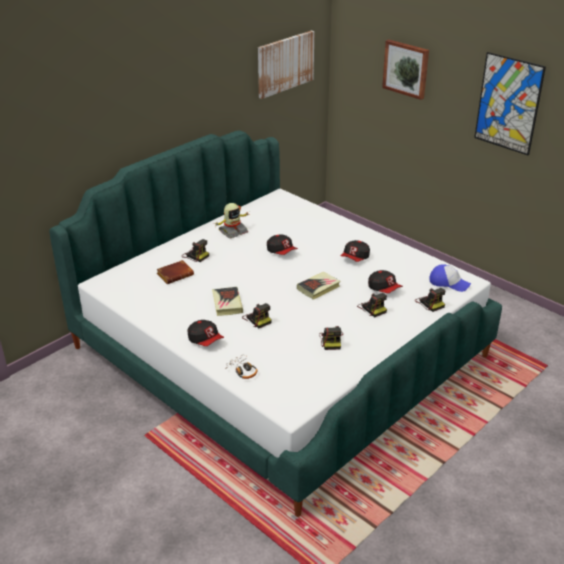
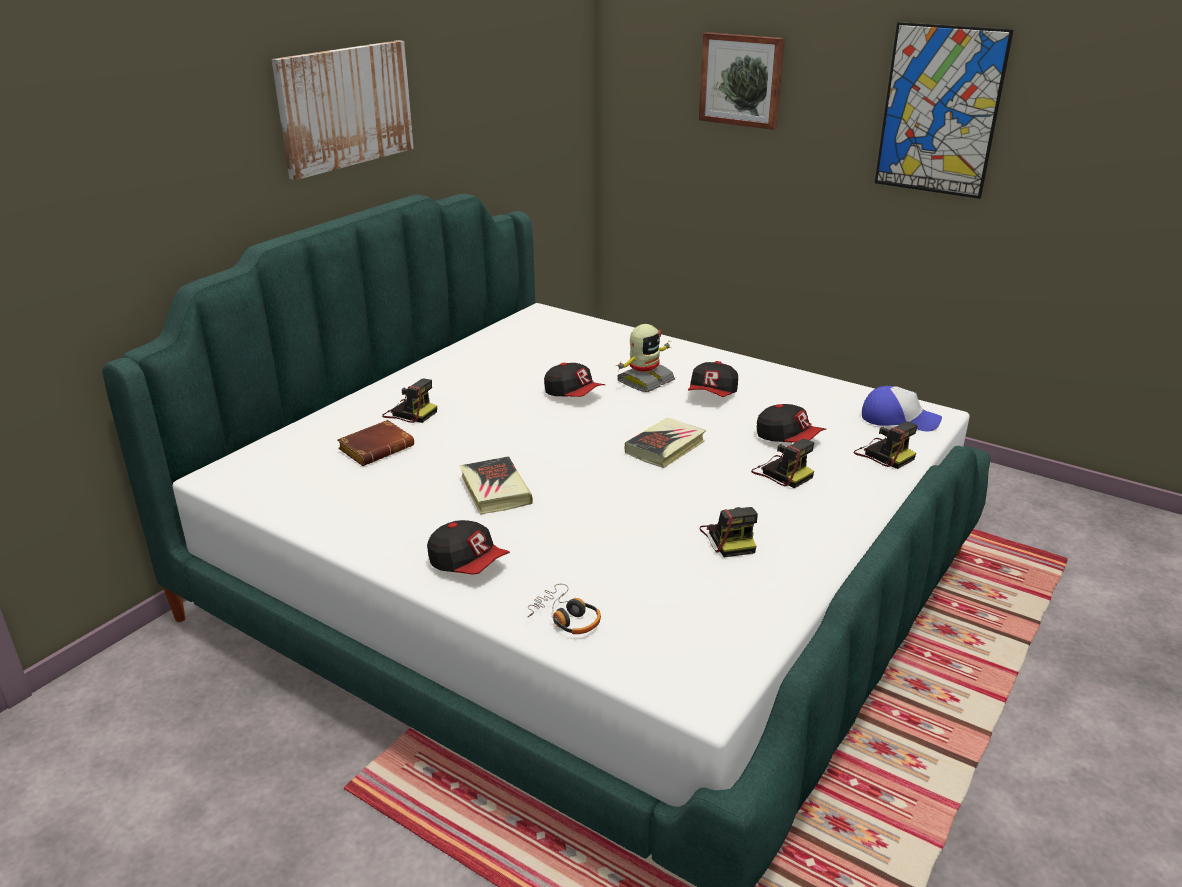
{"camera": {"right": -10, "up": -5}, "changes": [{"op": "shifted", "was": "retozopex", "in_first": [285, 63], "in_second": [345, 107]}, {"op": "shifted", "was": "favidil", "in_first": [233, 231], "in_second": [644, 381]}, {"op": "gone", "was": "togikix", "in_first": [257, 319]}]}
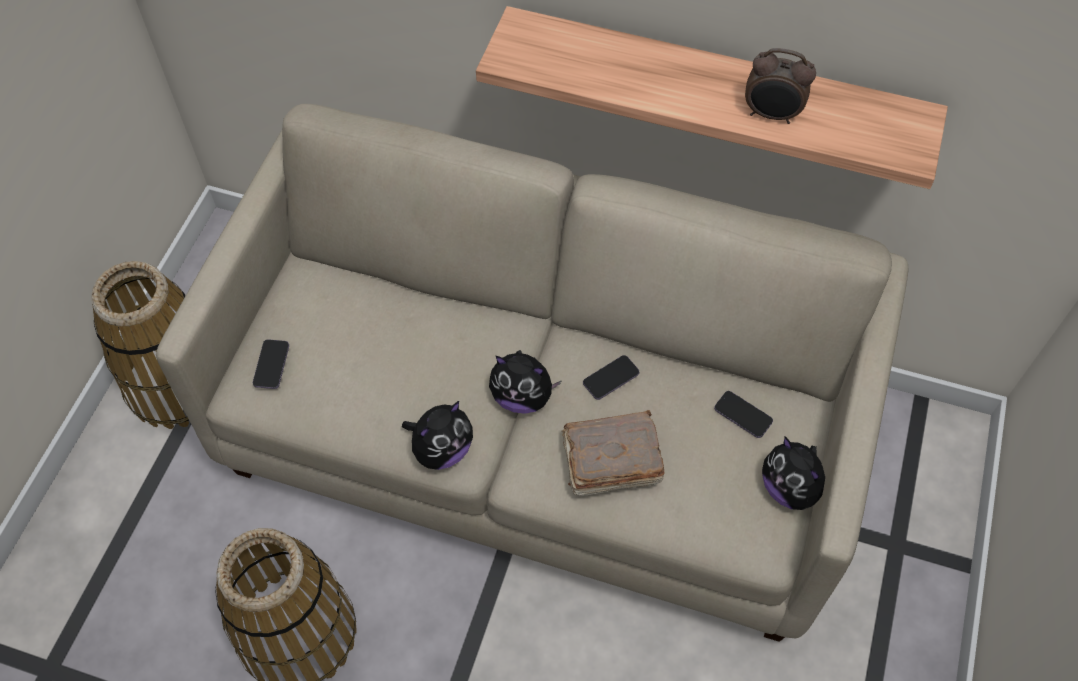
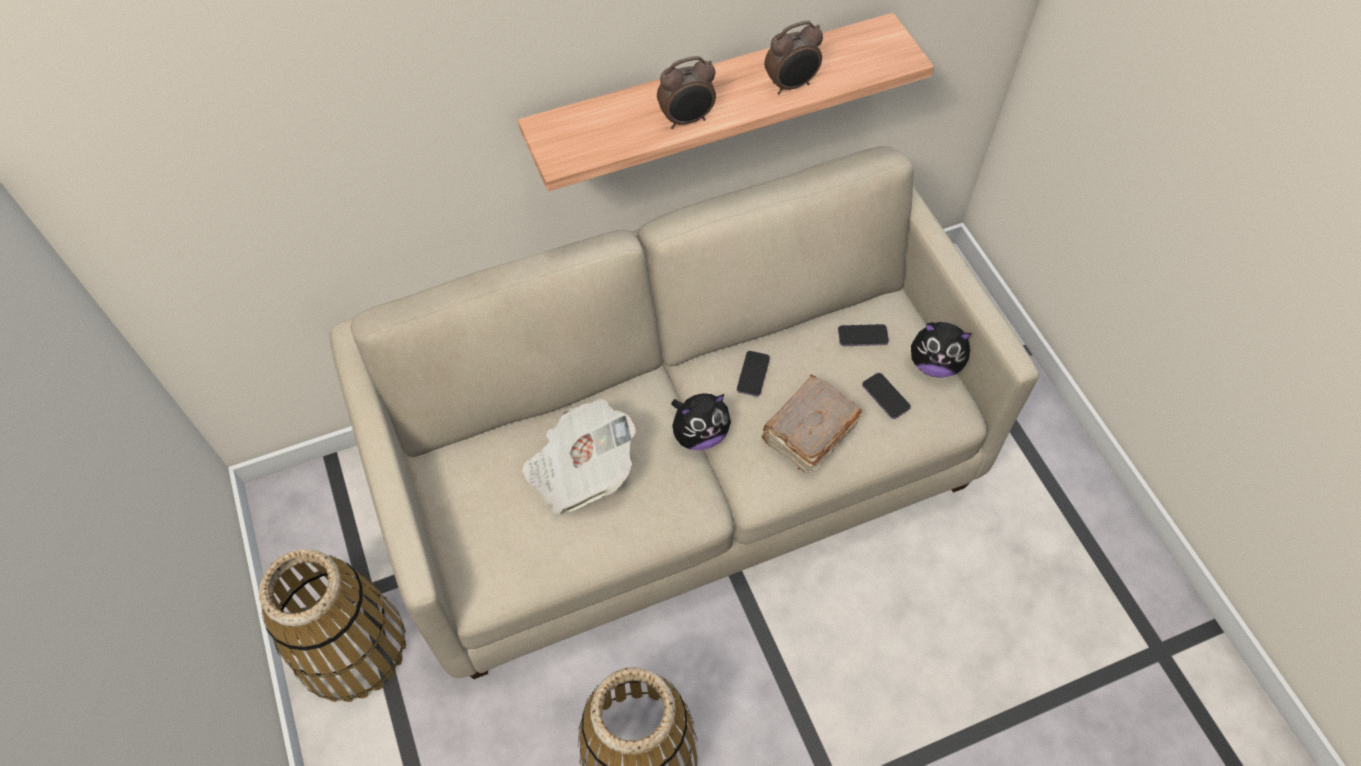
{"camera": {"right": -40, "up": 0}, "changes": [{"op": "new", "now": "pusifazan", "in_second": [580, 470]}, {"op": "new", "now": "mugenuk", "in_second": [687, 120]}, {"op": "shifted", "was": "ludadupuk", "in_first": [271, 365], "in_second": [885, 397]}, {"op": "gone", "was": "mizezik", "in_first": [441, 450]}]}
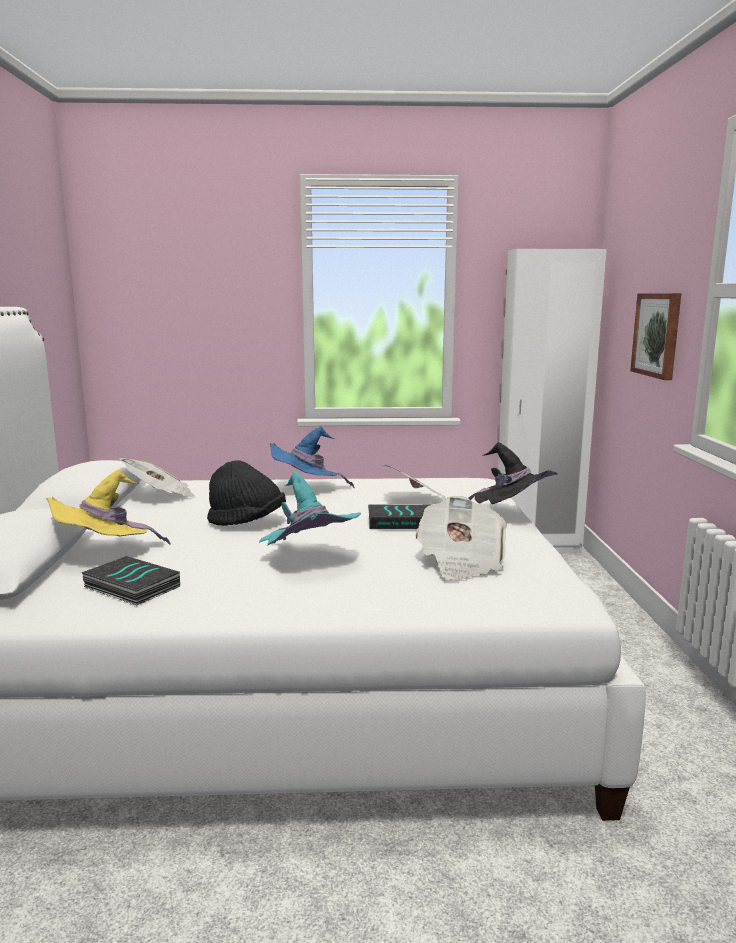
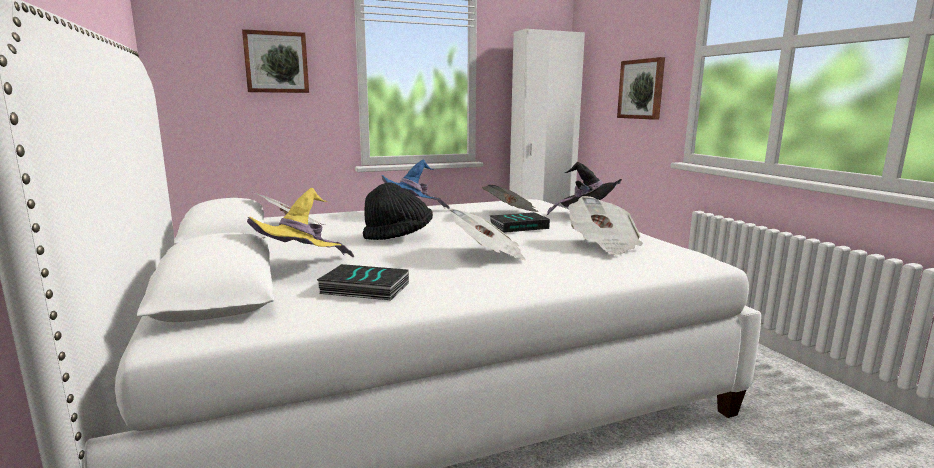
{"camera": {"right": -20, "up": 0}, "changes": [{"op": "new", "now": "retozopex", "in_second": [276, 62]}, {"op": "swapped", "was": "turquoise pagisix", "now": "pusifazan", "in_first": [308, 559], "in_second": [488, 254]}]}
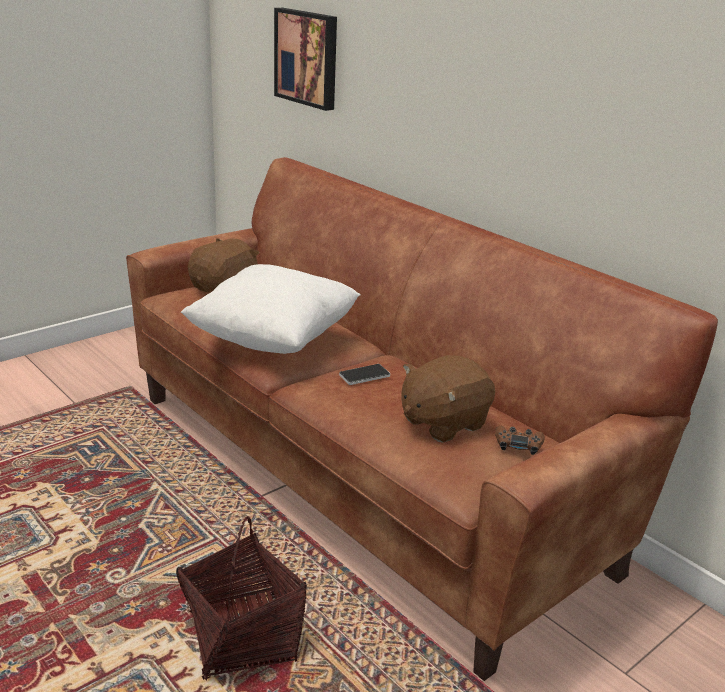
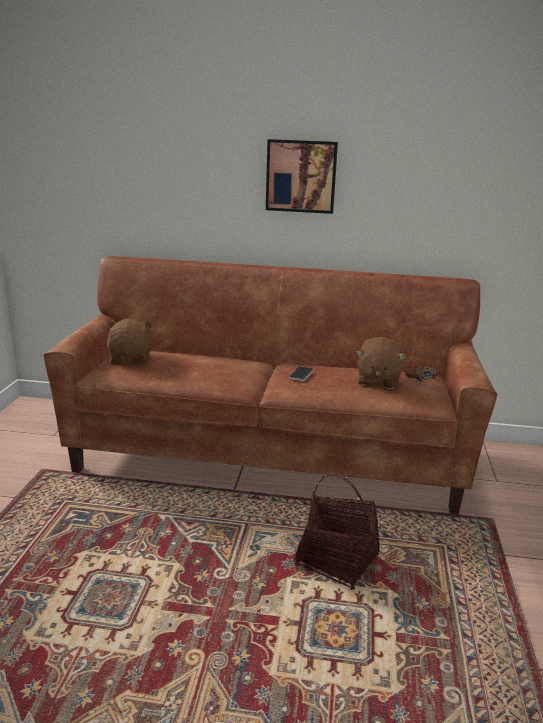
{"camera": {"right": -40, "up": -5}, "changes": [{"op": "shifted", "was": "retozopex", "in_first": [308, 58], "in_second": [301, 176]}, {"op": "gone", "was": "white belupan", "in_first": [273, 339]}]}
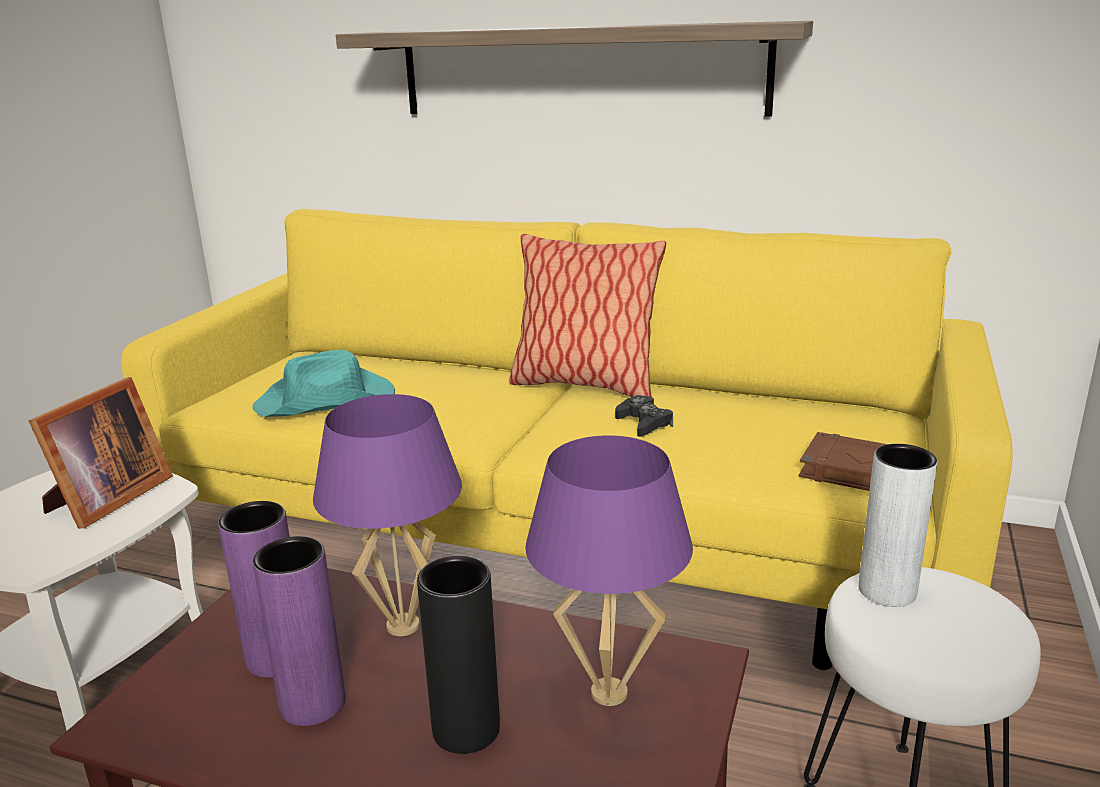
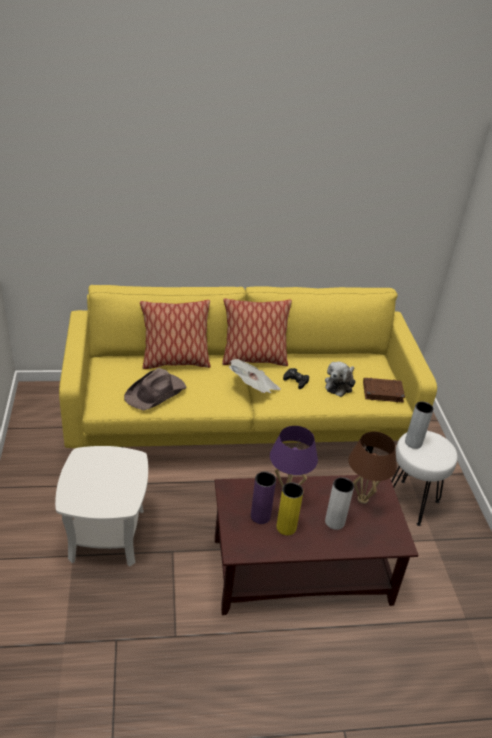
{"camera": {"right": -30, "up": 15}, "changes": [{"op": "repainted", "was": "turquoise pagisix", "now": "brown pagisix", "in_first": [327, 401], "in_second": [156, 393]}, {"op": "new", "now": "belupan", "in_second": [175, 362]}, {"op": "new", "now": "pusifazan", "in_second": [253, 388]}, {"op": "repainted", "was": "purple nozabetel", "now": "yellow nozabetel", "in_first": [313, 704], "in_second": [286, 527]}, {"op": "new", "now": "mizezik", "in_second": [339, 384]}, {"op": "repainted", "was": "black nozabetel", "now": "white nozabetel", "in_first": [466, 729], "in_second": [334, 522]}, {"op": "repainted", "was": "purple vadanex", "now": "brown vadanex", "in_first": [609, 693], "in_second": [363, 499]}, {"op": "gone", "was": "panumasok", "in_first": [106, 500]}, {"op": "gone", "was": "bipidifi", "in_first": [579, 71]}]}
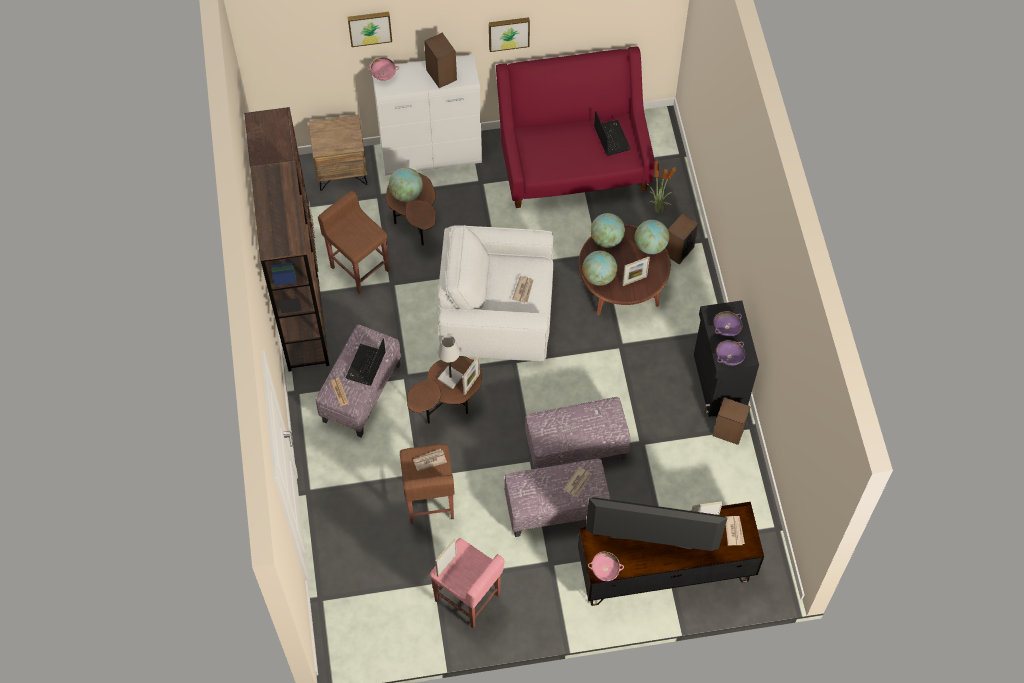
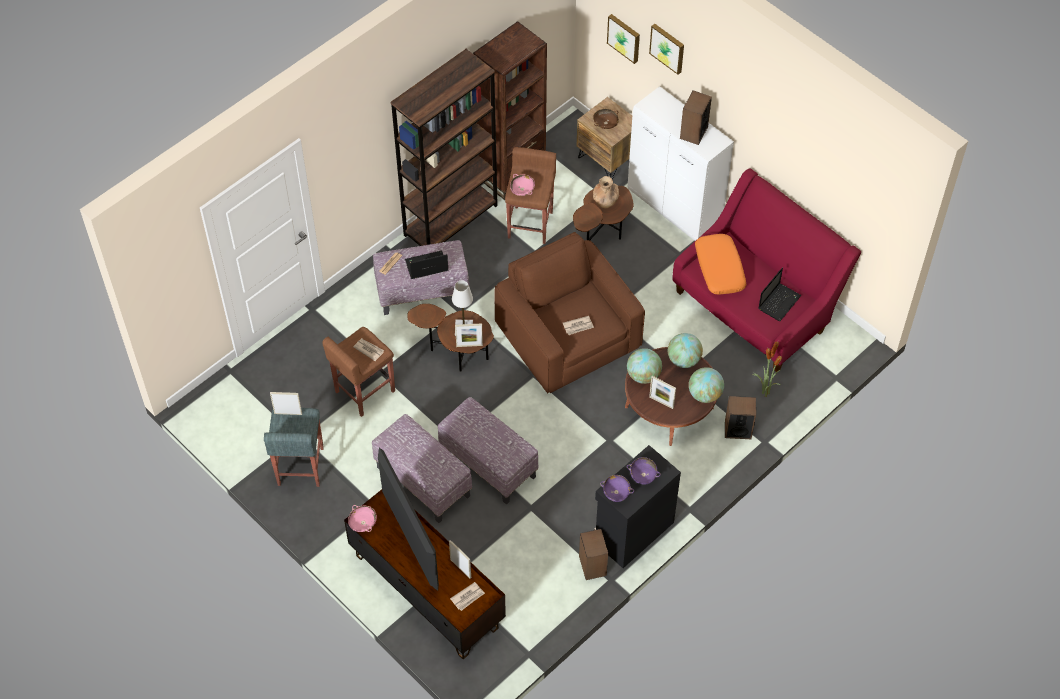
{"camera": {"right": 55, "up": -5}, "changes": [{"op": "repainted", "was": "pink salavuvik", "now": "grey salavuvik", "in_first": [468, 599], "in_second": [300, 467]}, {"op": "repainted", "was": "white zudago", "now": "brown zudago", "in_first": [497, 312], "in_second": [568, 337]}, {"op": "shifted", "was": "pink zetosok", "in_first": [383, 74], "in_second": [522, 190]}, {"op": "new", "now": "brown zetosok", "in_second": [605, 124]}, {"op": "swapped", "was": "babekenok", "now": "brown nozabetel", "in_first": [406, 194], "in_second": [605, 201]}, {"op": "shifted", "was": "retozopex", "in_first": [508, 32], "in_second": [624, 37]}, {"op": "new", "now": "orange belupan", "in_second": [719, 269]}, {"op": "gone", "was": "pusifazan", "in_first": [578, 482]}]}
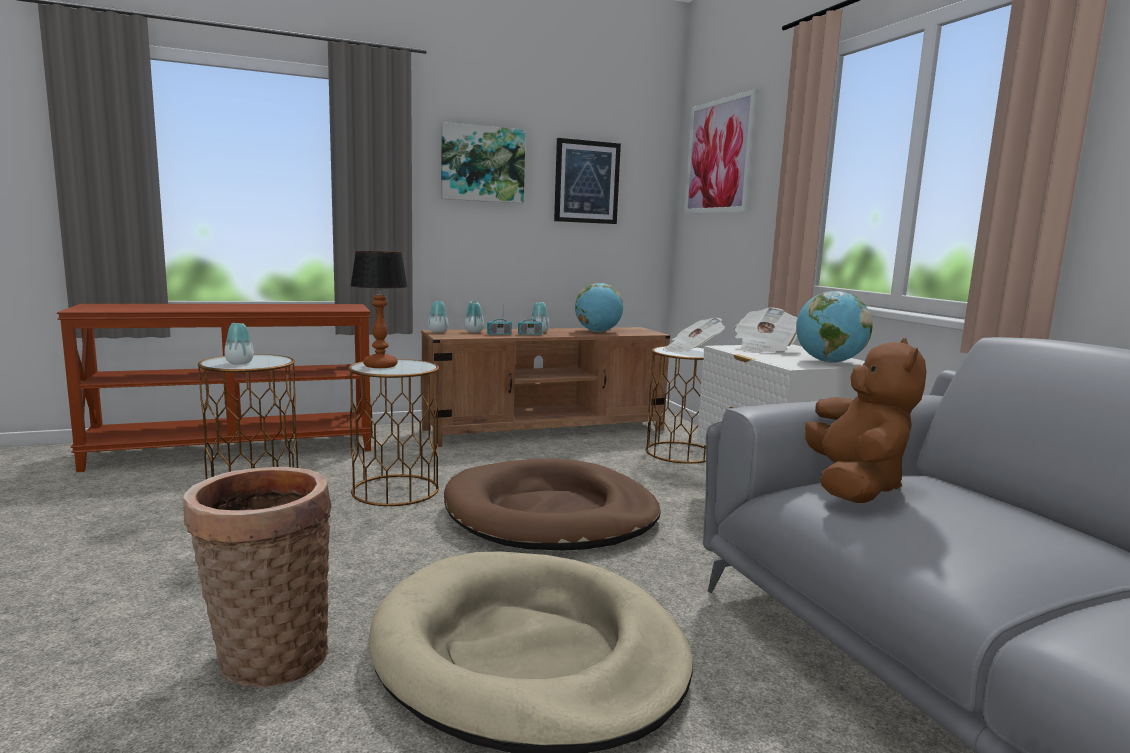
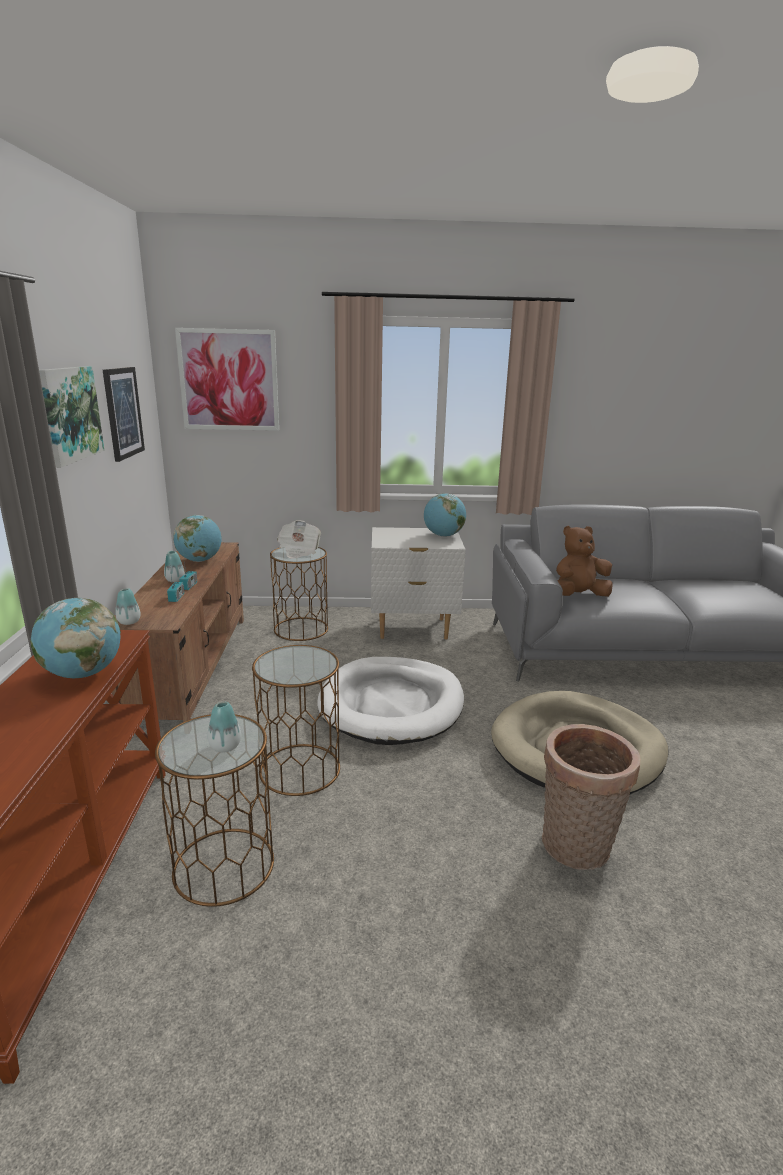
{"camera": {"right": -70, "up": 10}, "changes": [{"op": "new", "now": "babekenok", "in_second": [83, 674]}, {"op": "repainted", "was": "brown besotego", "now": "white besotego", "in_first": [551, 514], "in_second": [392, 704]}, {"op": "rotated", "was": "brown mizezik", "in_first": [852, 486], "in_second": [578, 596], "clockwise": -45}, {"op": "gone", "was": "vadanex", "in_first": [380, 366]}, {"op": "gone", "was": "nozabetel", "in_first": [474, 332]}, {"op": "gone", "was": "pusifazan", "in_first": [764, 349]}]}
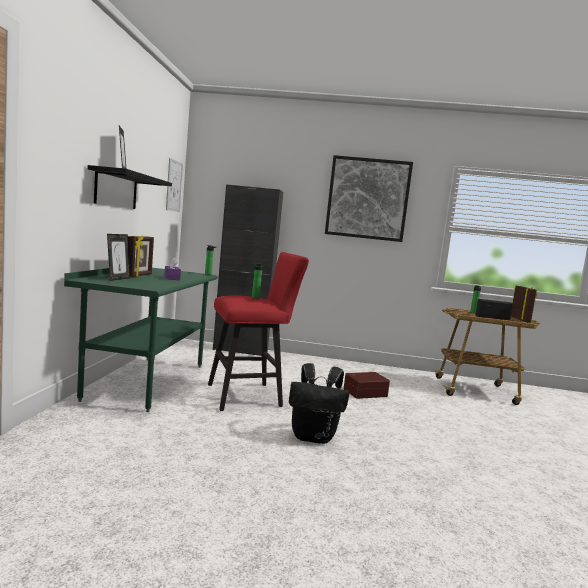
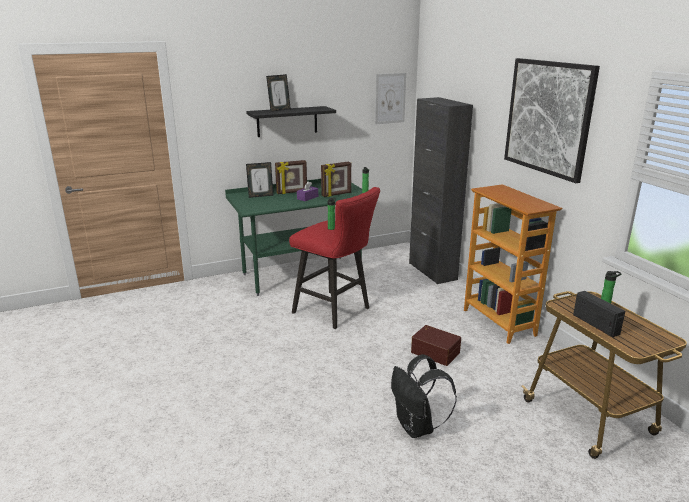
{"camera": {"right": 60, "up": 15}, "changes": [{"op": "shifted", "was": "panumasok", "in_first": [520, 319], "in_second": [336, 194]}, {"op": "shifted", "was": "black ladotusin", "in_first": [314, 437], "in_second": [417, 427]}, {"op": "new", "now": "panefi", "in_second": [499, 322]}]}
